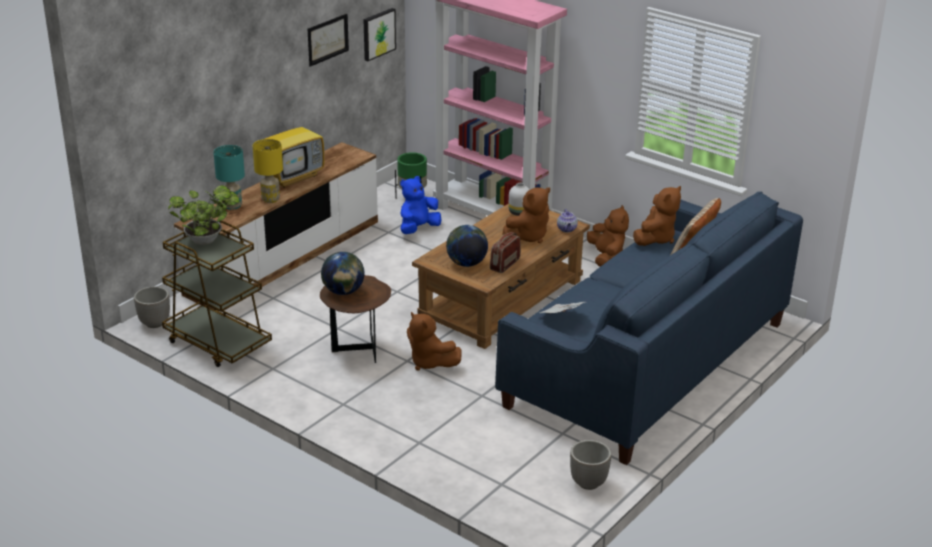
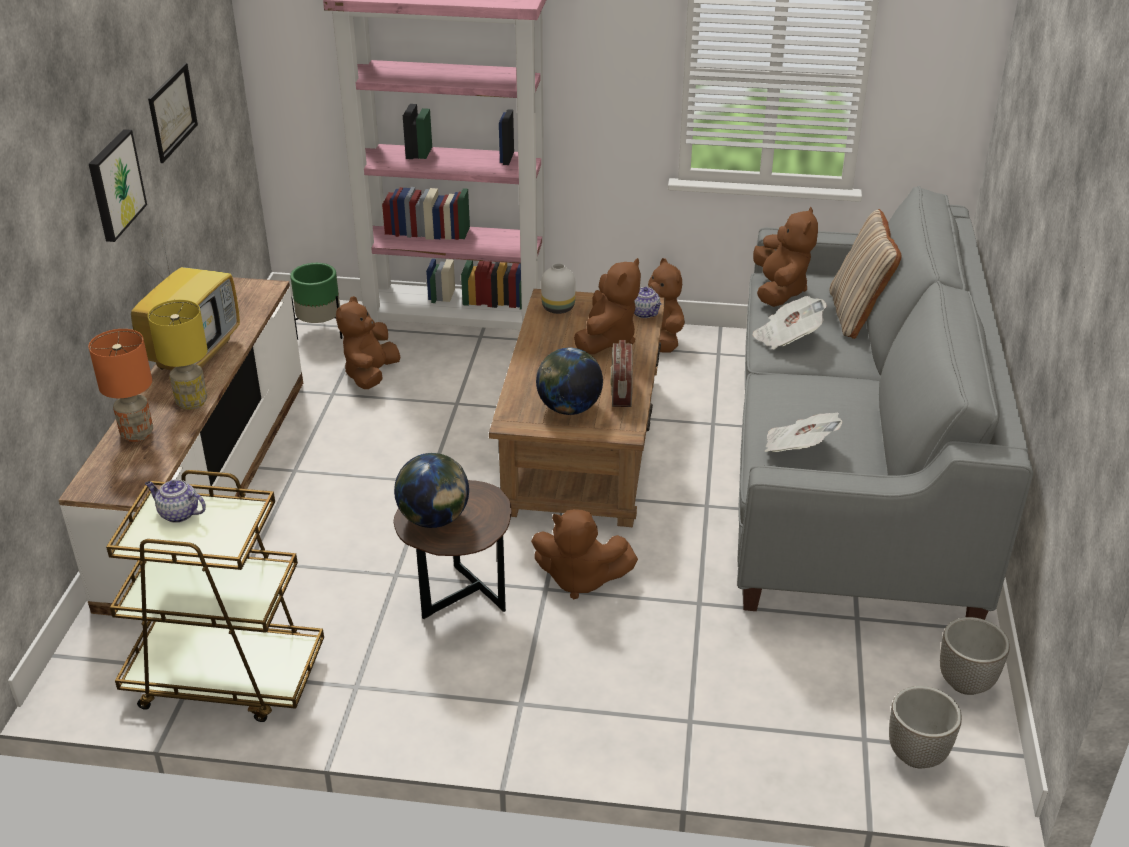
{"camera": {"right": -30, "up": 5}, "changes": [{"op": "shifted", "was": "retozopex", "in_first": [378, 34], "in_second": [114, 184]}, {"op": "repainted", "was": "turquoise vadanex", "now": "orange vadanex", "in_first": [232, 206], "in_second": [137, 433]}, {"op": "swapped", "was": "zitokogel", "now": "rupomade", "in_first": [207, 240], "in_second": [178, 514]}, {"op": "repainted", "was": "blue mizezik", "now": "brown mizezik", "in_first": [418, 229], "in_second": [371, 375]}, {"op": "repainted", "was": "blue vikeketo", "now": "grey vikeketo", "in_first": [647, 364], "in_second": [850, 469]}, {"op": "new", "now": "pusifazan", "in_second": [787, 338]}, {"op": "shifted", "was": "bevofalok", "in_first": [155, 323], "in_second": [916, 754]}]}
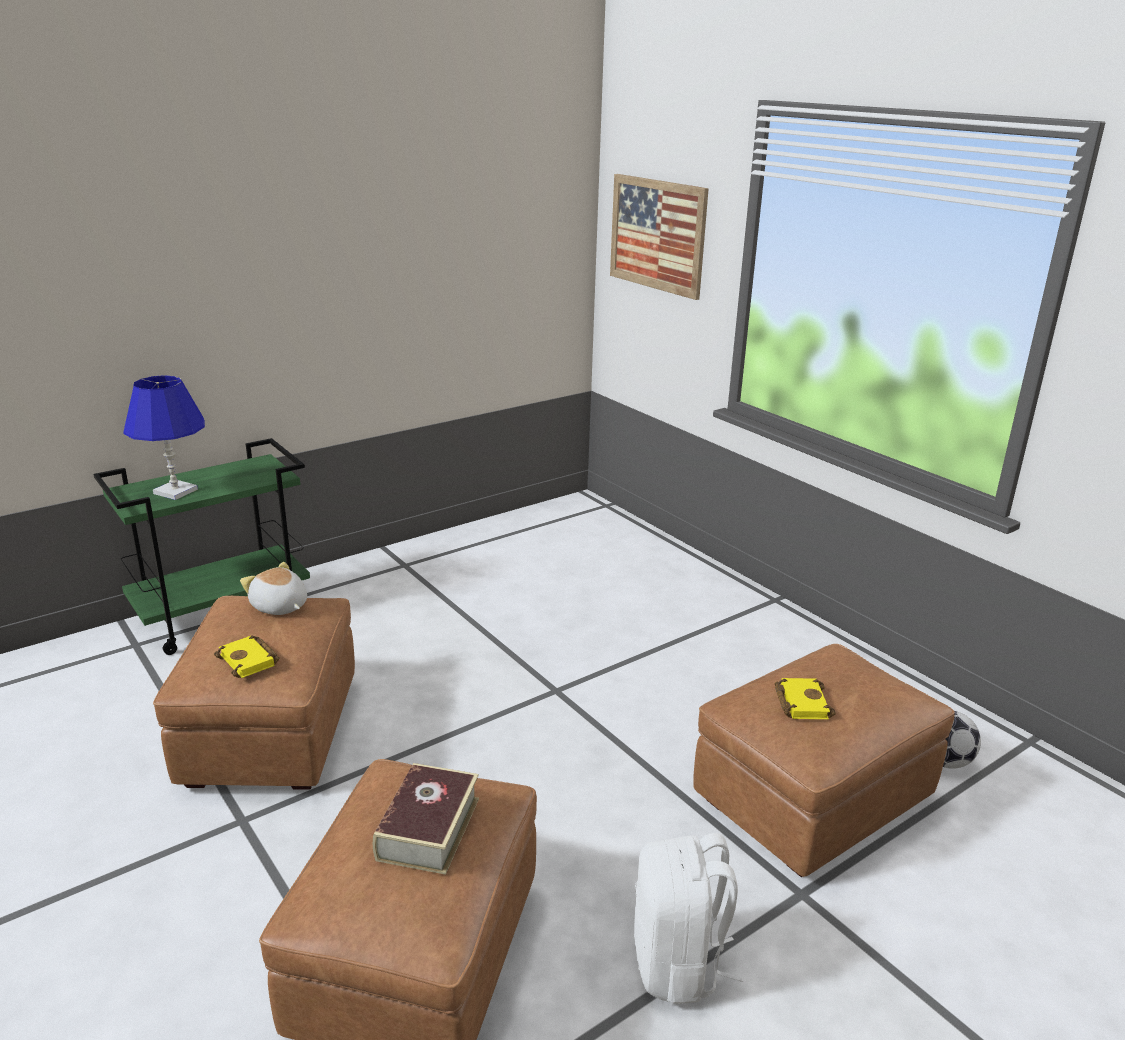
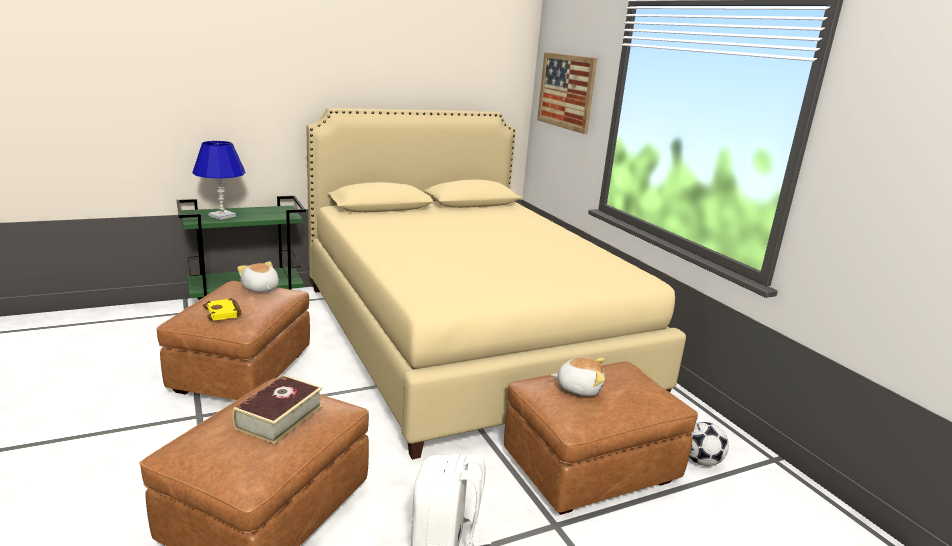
{"camera": {"right": 10, "up": -5}, "changes": [{"op": "new", "now": "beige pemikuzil", "in_second": [465, 338]}, {"op": "swapped", "was": "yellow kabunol", "now": "mizezik", "in_first": [800, 702], "in_second": [579, 388]}]}
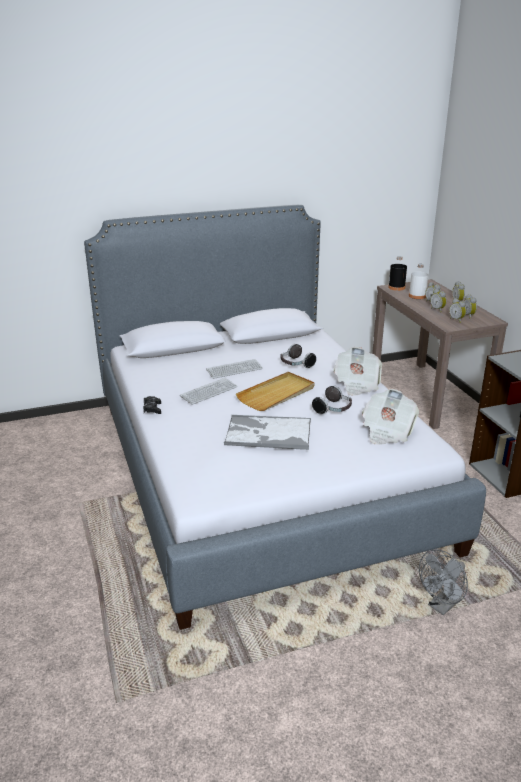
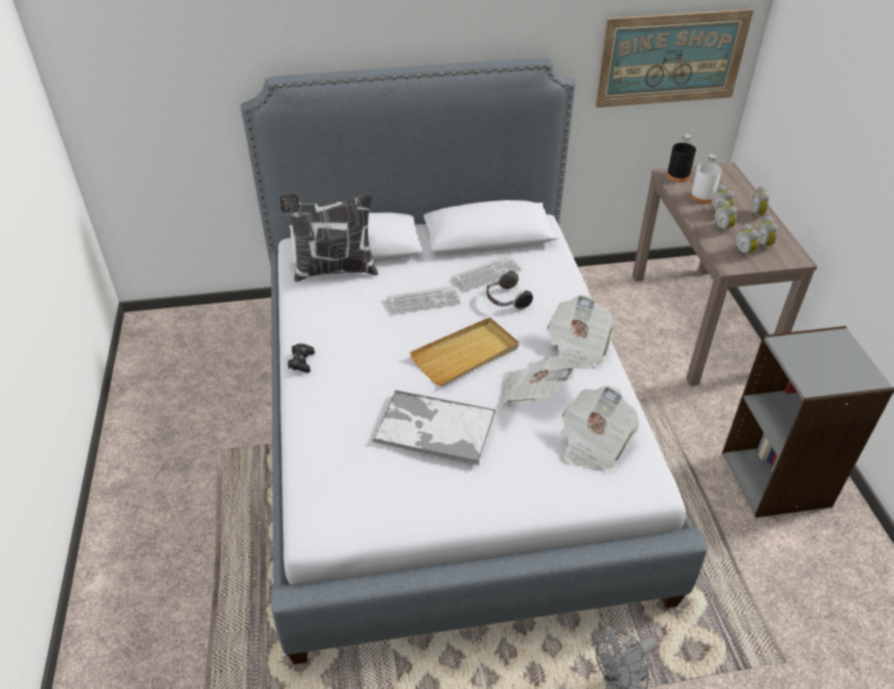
{"camera": {"right": 10, "up": 15}, "changes": [{"op": "new", "now": "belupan", "in_second": [334, 270]}, {"op": "shifted", "was": "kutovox", "in_first": [209, 392], "in_second": [487, 274]}, {"op": "swapped", "was": "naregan", "now": "pusifazan", "in_first": [333, 410], "in_second": [533, 392]}, {"op": "new", "now": "retozopex", "in_second": [671, 58]}]}
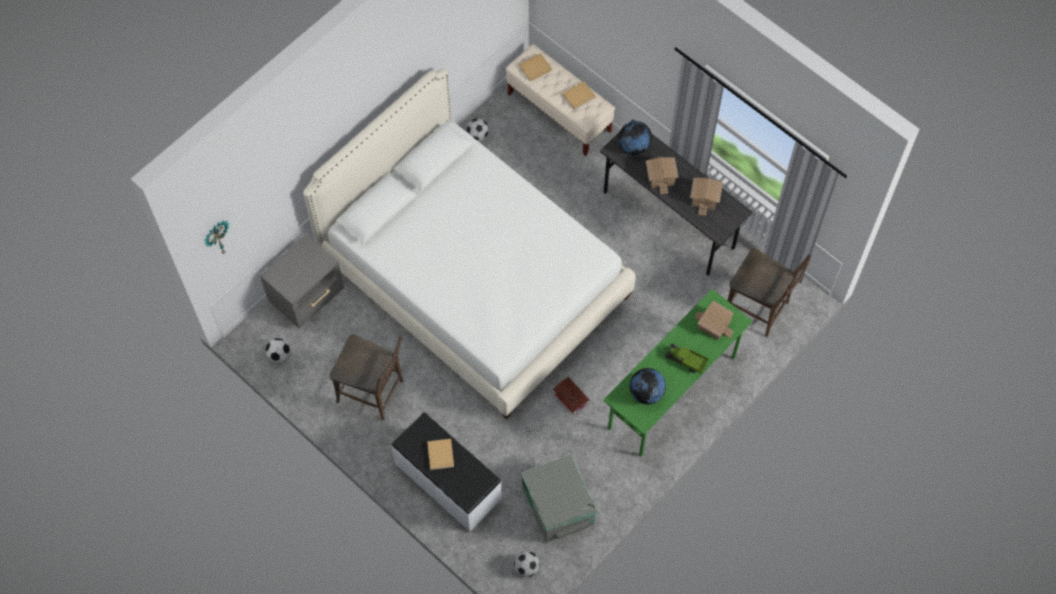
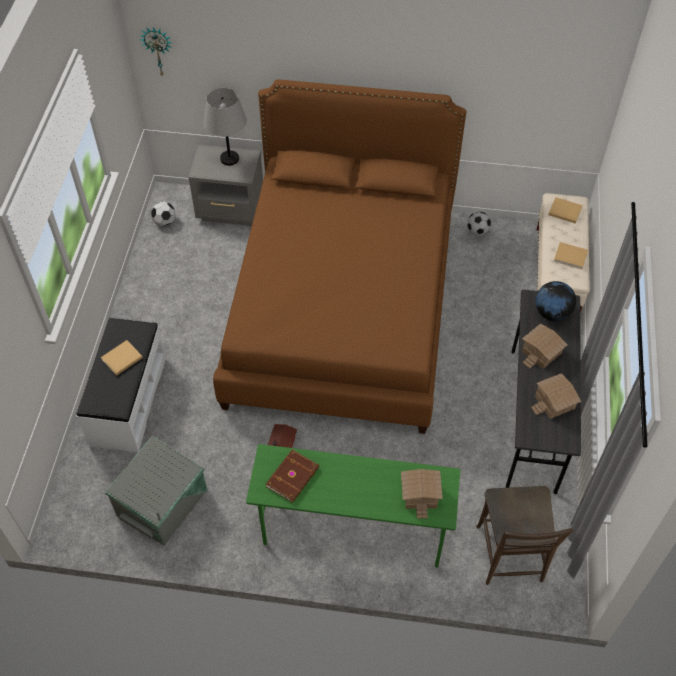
{"camera": {"right": 55, "up": -10}, "changes": [{"op": "new", "now": "grey vadanex", "in_second": [229, 159]}, {"op": "repainted", "was": "white pemikuzil", "now": "brown pemikuzil", "in_first": [475, 277], "in_second": [342, 306]}, {"op": "swapped", "was": "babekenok", "now": "brown kabunol", "in_first": [646, 393], "in_second": [293, 477]}, {"op": "gone", "was": "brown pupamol", "in_first": [373, 393]}, {"op": "gone", "was": "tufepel", "in_first": [526, 568]}, {"op": "gone", "was": "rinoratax", "in_first": [686, 361]}]}
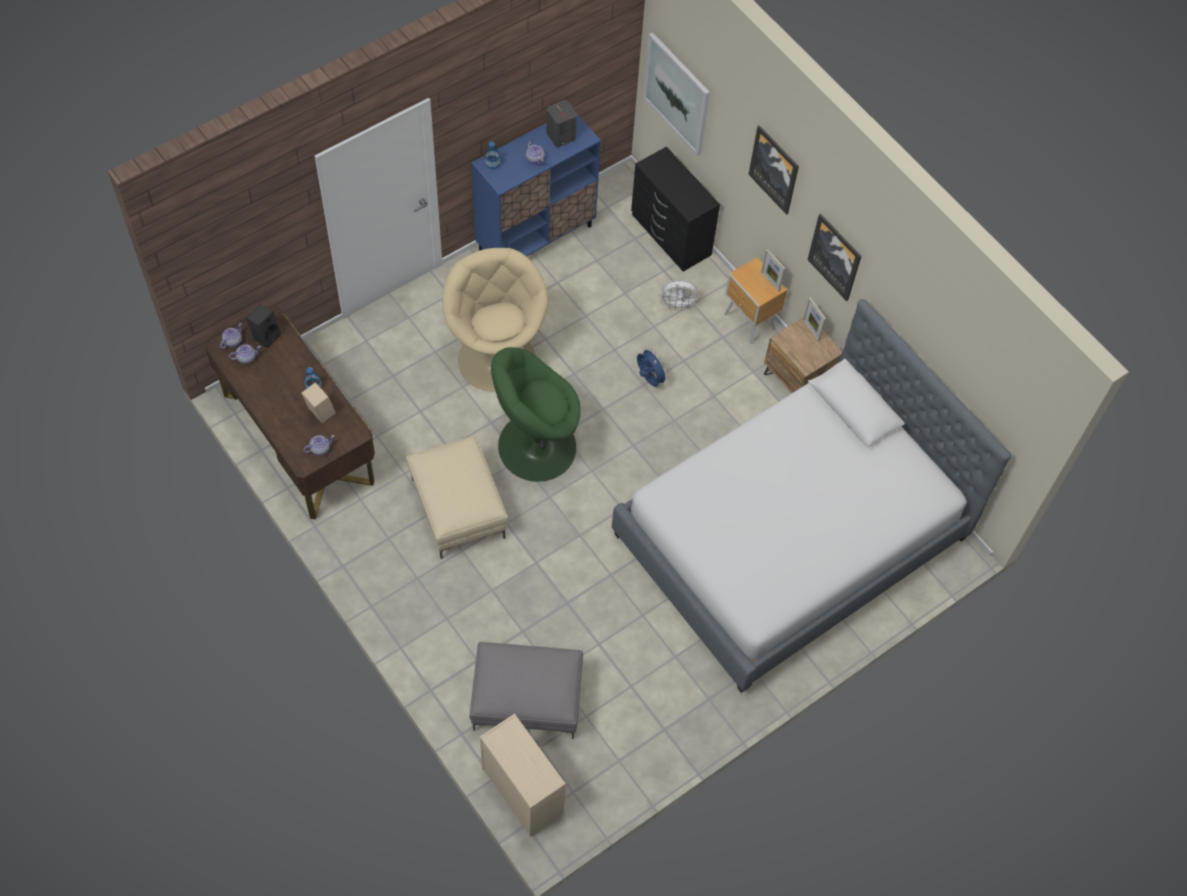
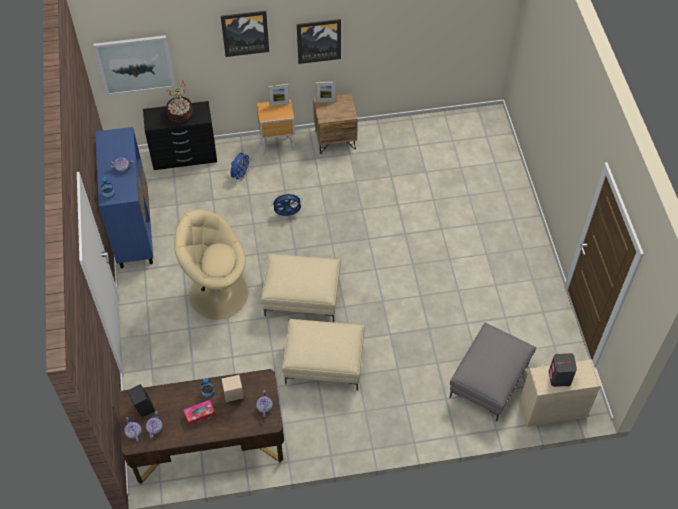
{"camera": {"right": -60, "up": -5}, "changes": [{"op": "new", "now": "zitokogel", "in_second": [180, 115]}, {"op": "new", "now": "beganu", "in_second": [200, 414]}, {"op": "repainted", "was": "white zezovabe", "now": "blue zezovabe", "in_first": [678, 305], "in_second": [241, 175]}, {"op": "swapped", "was": "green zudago", "now": "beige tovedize", "in_first": [535, 446], "in_second": [301, 298]}, {"op": "shifted", "was": "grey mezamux", "in_first": [560, 136], "in_second": [559, 377]}, {"op": "gone", "was": "pemikuzil", "in_first": [790, 536]}]}
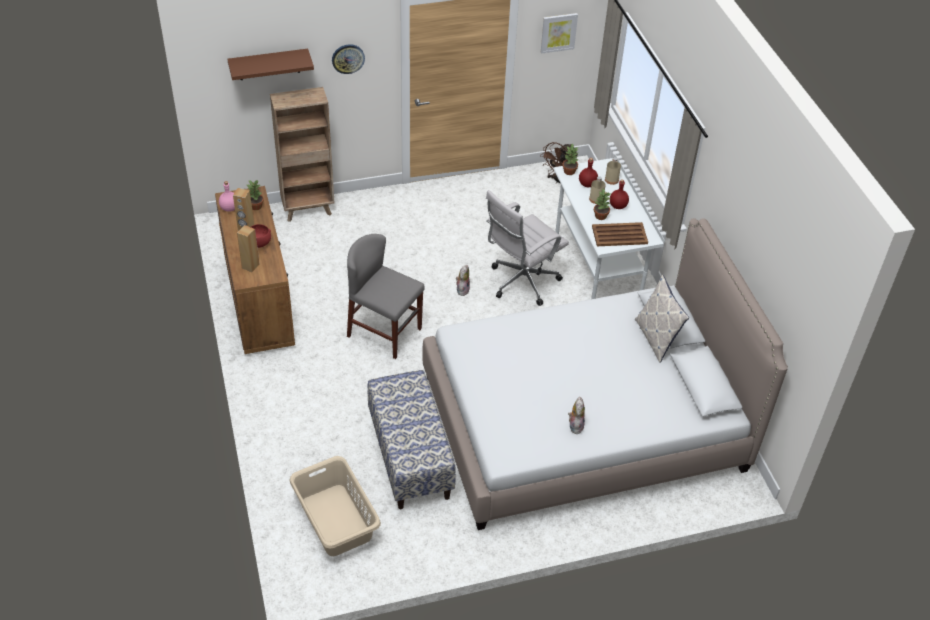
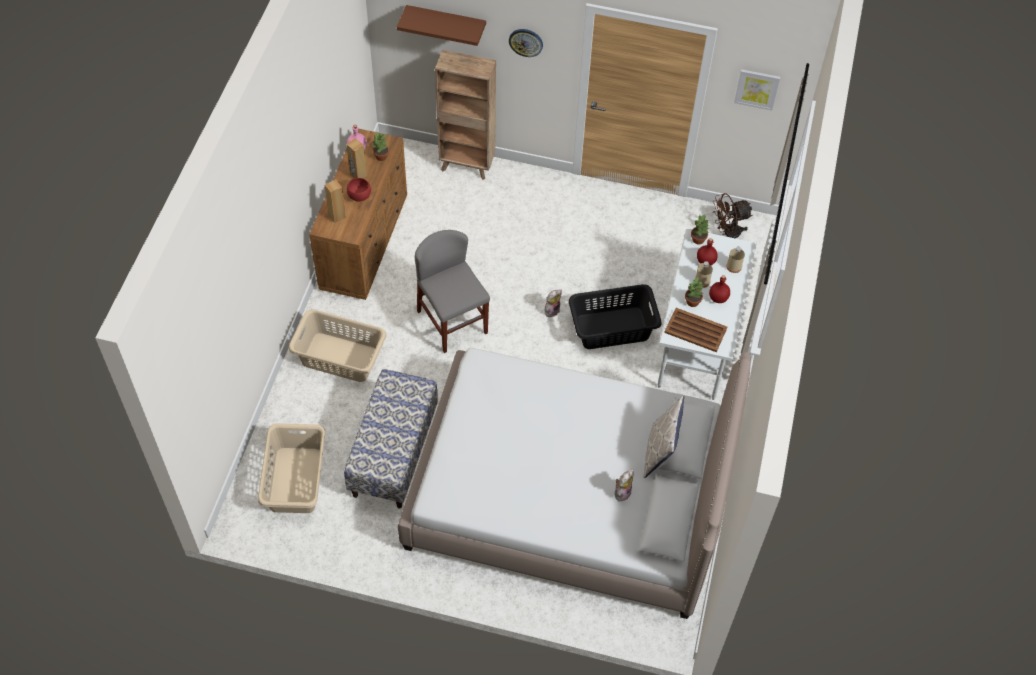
{"camera": {"right": 30, "up": 10}, "changes": [{"op": "new", "now": "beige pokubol", "in_second": [340, 357]}, {"op": "swapped", "was": "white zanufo", "now": "black pokubol", "in_first": [521, 283], "in_second": [612, 328]}, {"op": "shifted", "was": "mizezik", "in_first": [575, 425], "in_second": [622, 492]}]}
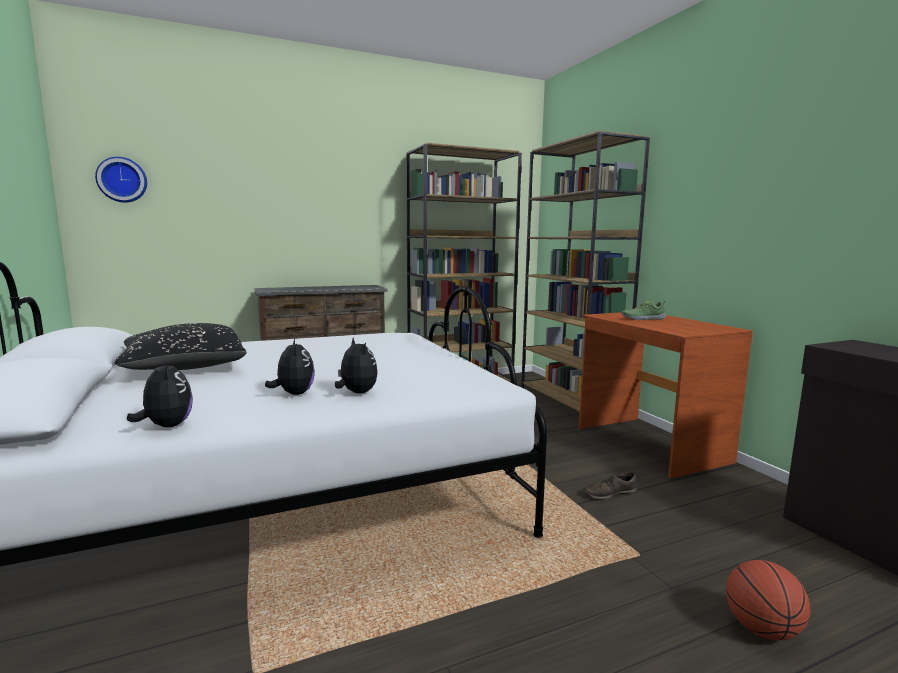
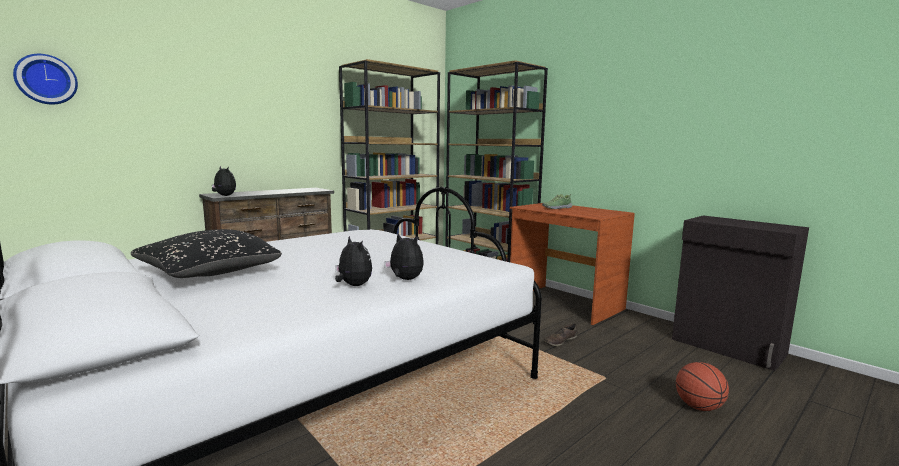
{"camera": {"right": -20, "up": 0}, "changes": [{"op": "shifted", "was": "mizezik", "in_first": [166, 426], "in_second": [224, 196]}]}
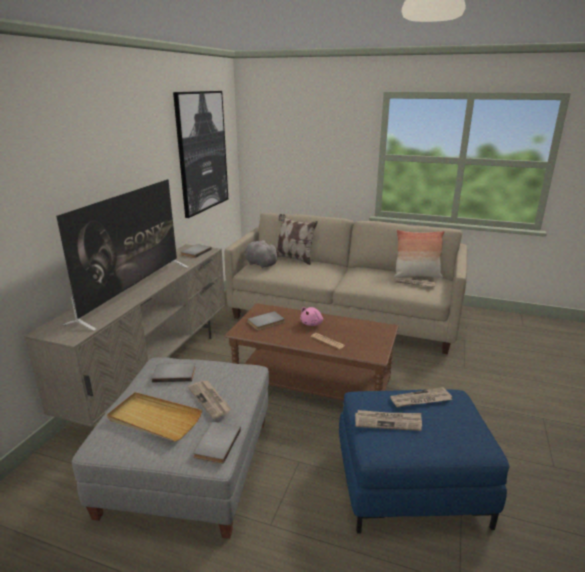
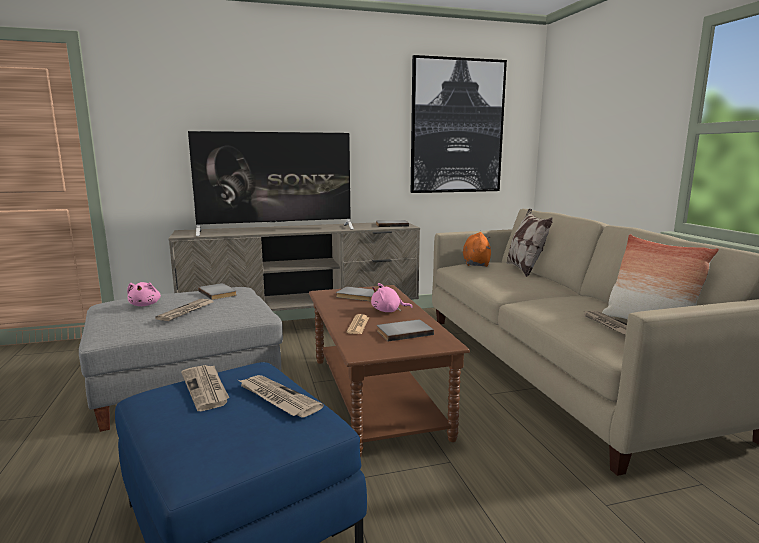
{"camera": {"right": 55, "up": -10}, "changes": [{"op": "swapped", "was": "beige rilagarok", "now": "pink mizezik", "in_first": [154, 419], "in_second": [145, 305]}, {"op": "shifted", "was": "grey kabunol", "in_first": [216, 443], "in_second": [403, 332]}, {"op": "repainted", "was": "grey mizezik", "now": "orange mizezik", "in_first": [260, 264], "in_second": [476, 263]}]}
